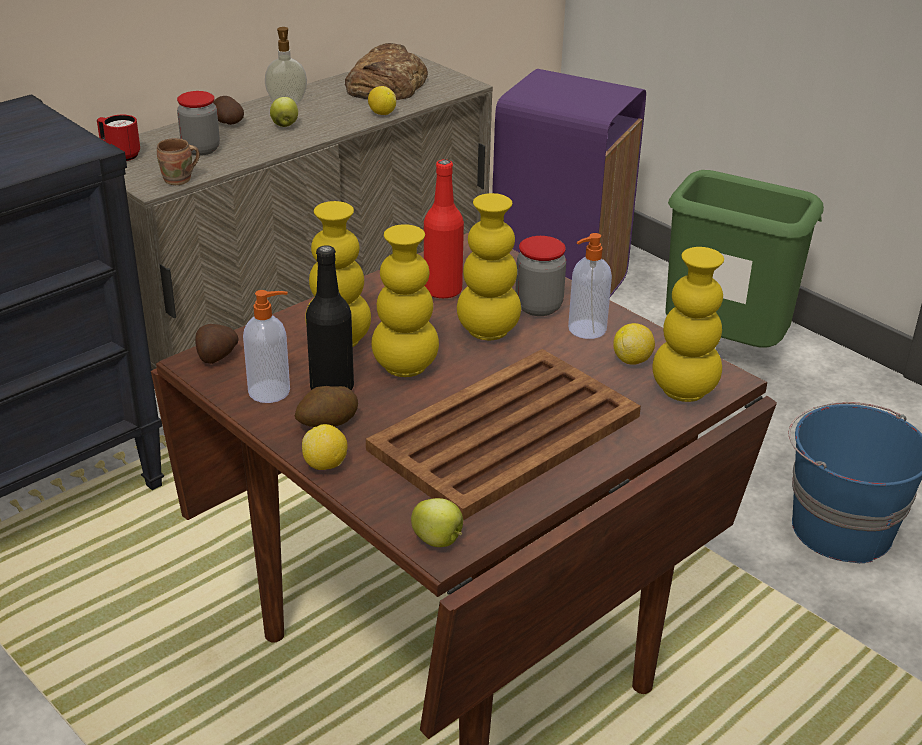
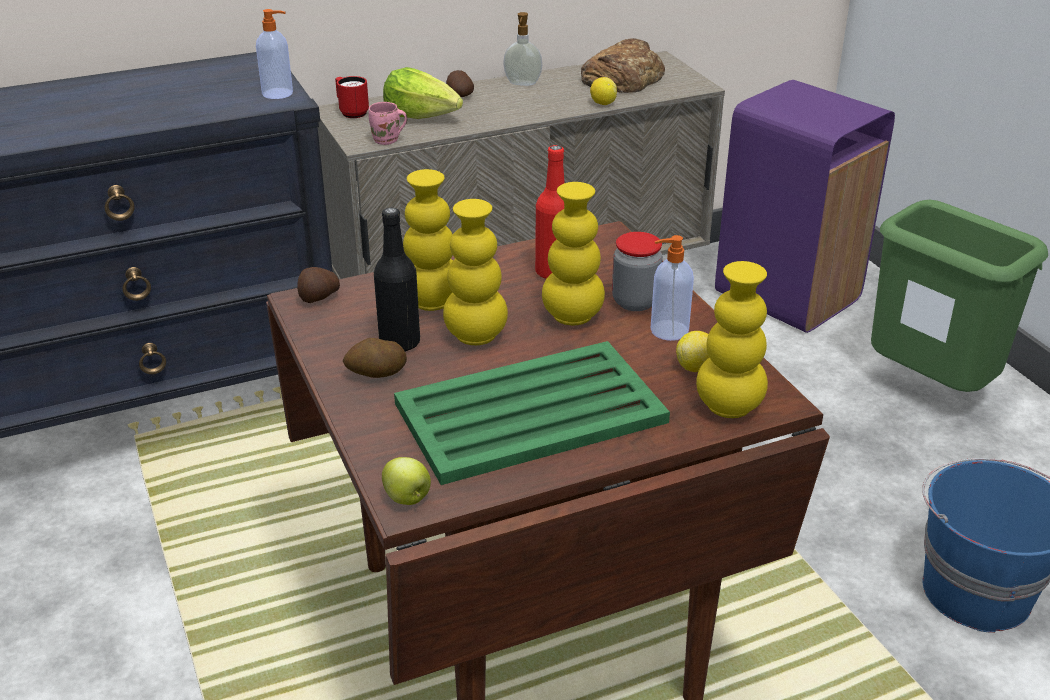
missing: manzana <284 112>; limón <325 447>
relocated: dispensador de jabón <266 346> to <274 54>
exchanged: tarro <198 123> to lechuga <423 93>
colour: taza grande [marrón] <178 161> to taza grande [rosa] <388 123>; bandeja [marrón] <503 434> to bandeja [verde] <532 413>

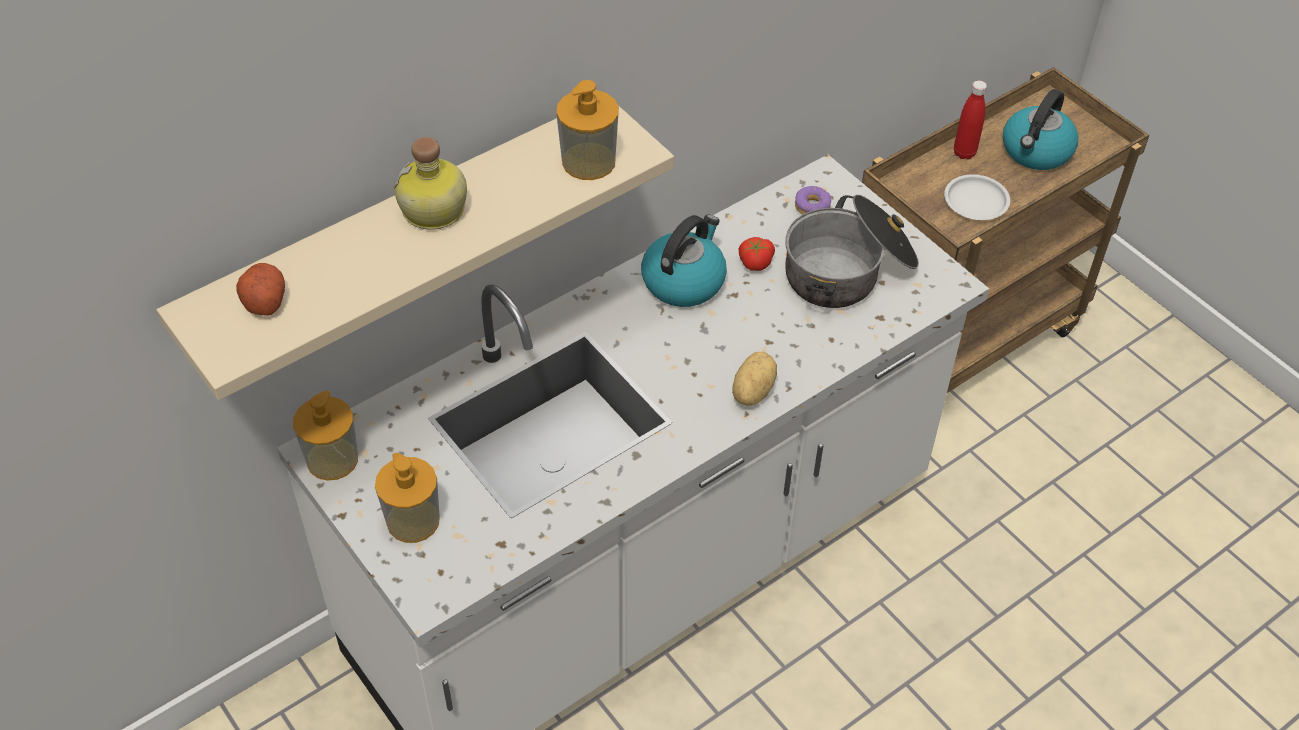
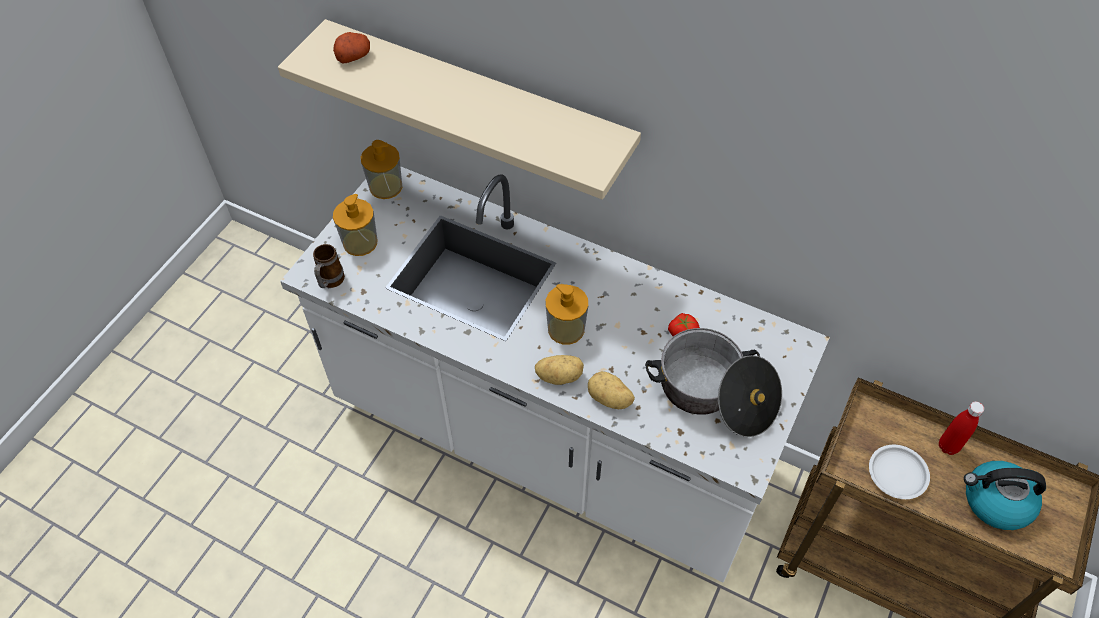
missing: botella <430 183>; hervidor <684 261>; rosquilla <813 200>
appeared: taza grande <329 266>; patata <611 390>
relocated: dispensador de jabón <587 130> to <566 314>

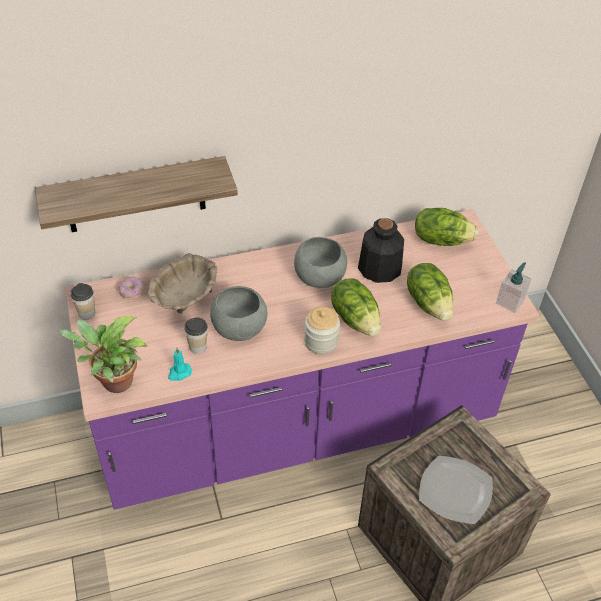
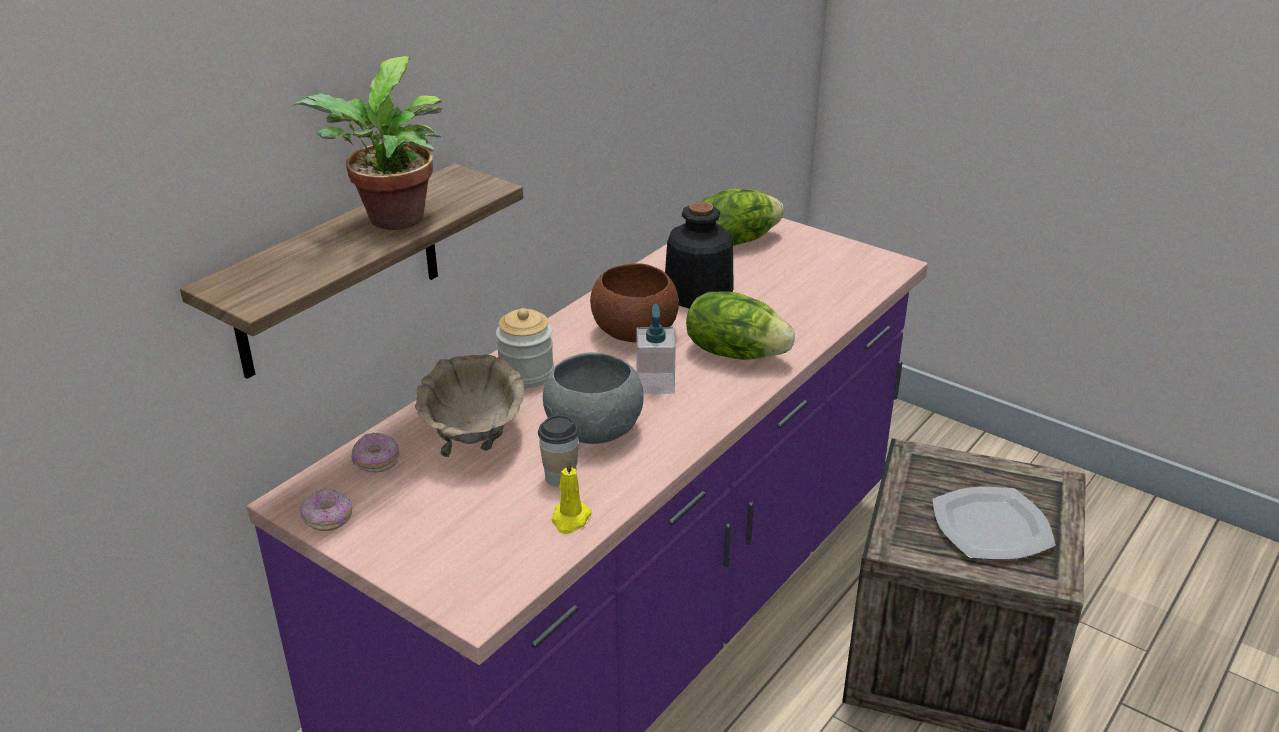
missing: lechuga <430 292>
relocated: planta en maceta <103 354> to <367 143>; tarro <322 330> to <525 348>; dispensador de jabón <513 287> to <656 349>
exchanged: taza <83 301> to rosquilla <326 510>
colour: vela [turquesa] <180 364> to vela [amarillo] <572 496>; cuenco [gris] <320 262> to cuenco [marrón] <634 302>

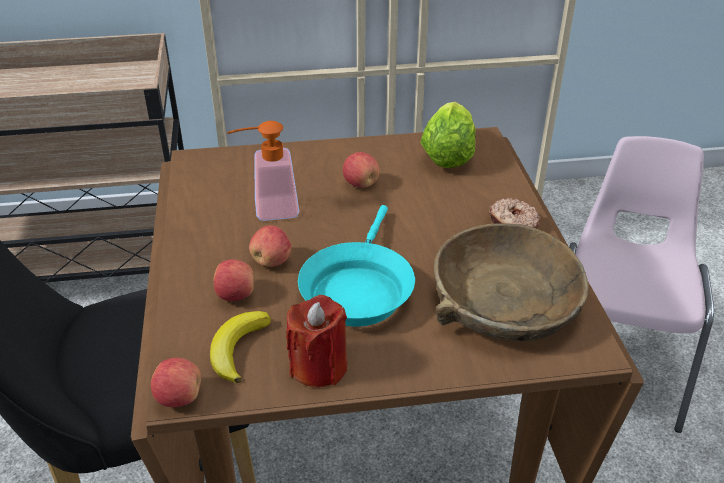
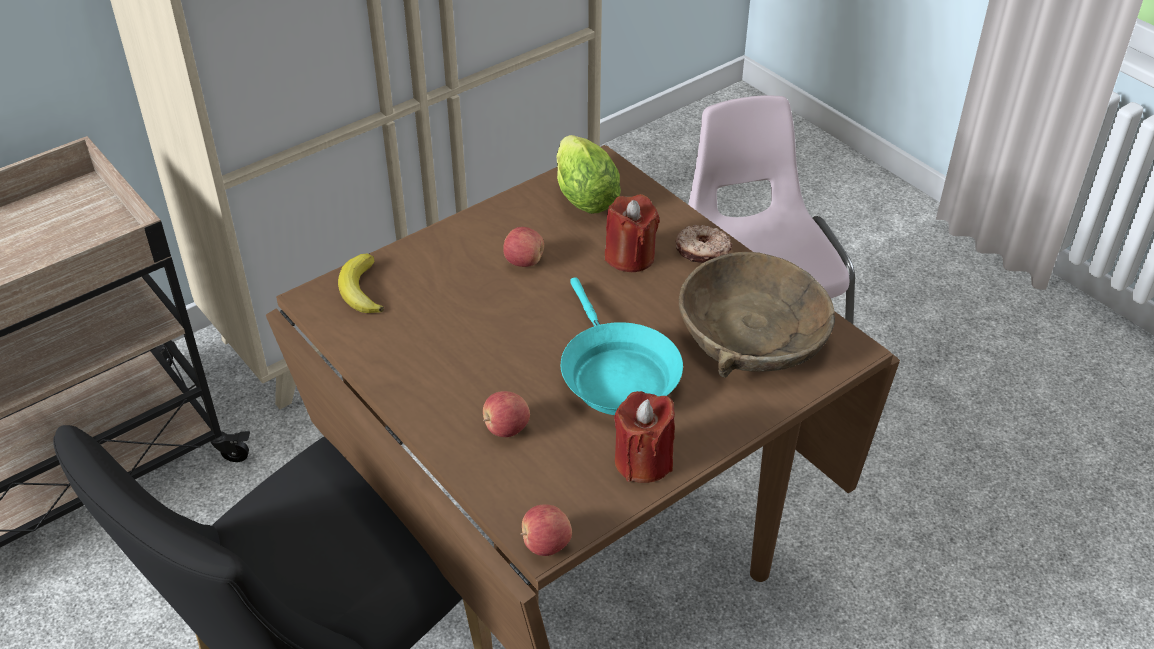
missing: dispensador de jabón <263 171>; manzana <270 246>
appeared: vela [rojo] <632 233>
relocated: plátano <240 347> to <361 283>

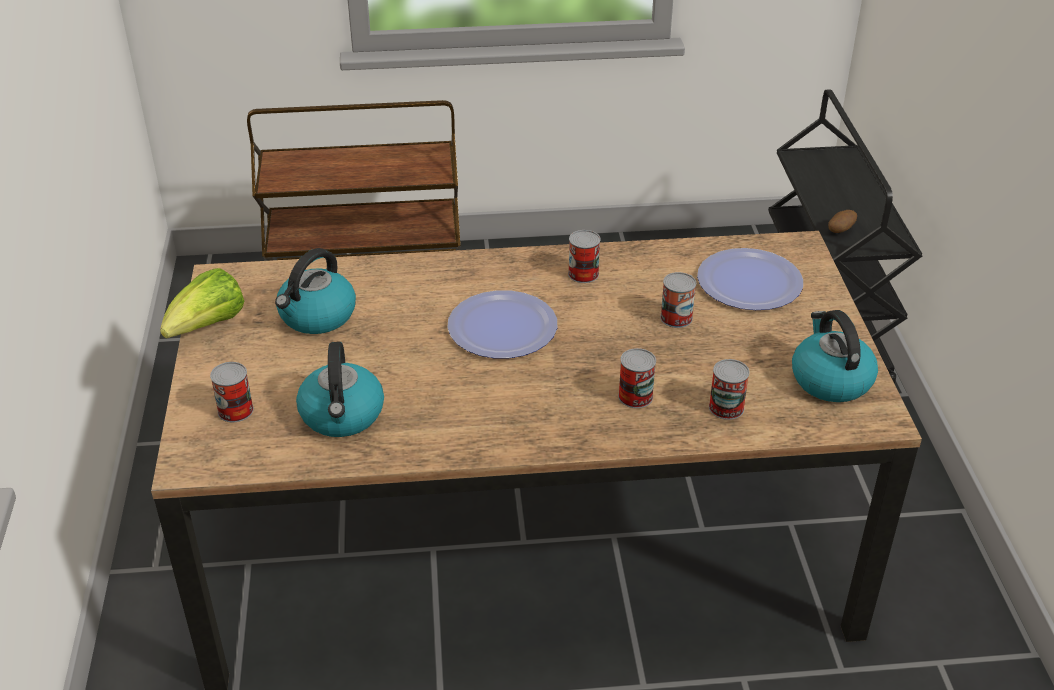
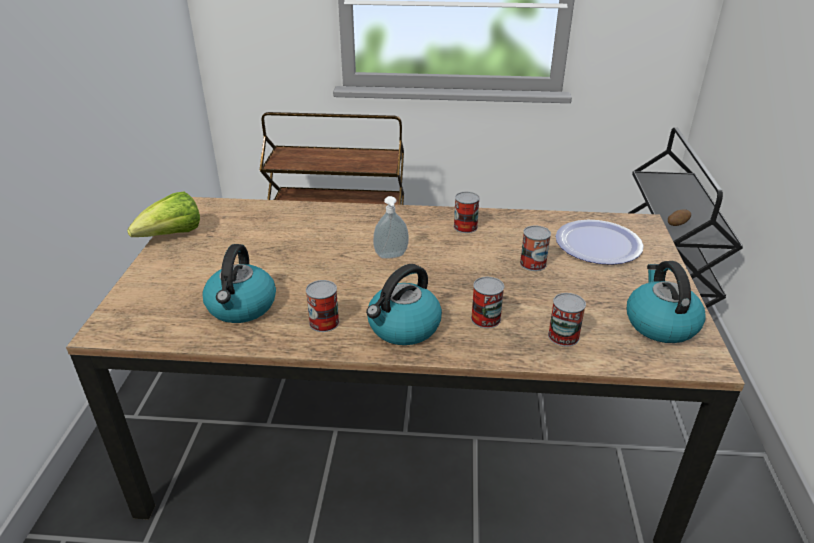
relocated: lata <232 392> to <322 306>; hervidor <315 291> to <404 304>
exchanged: plato <502 324> to dispensador de jabón <391 227>

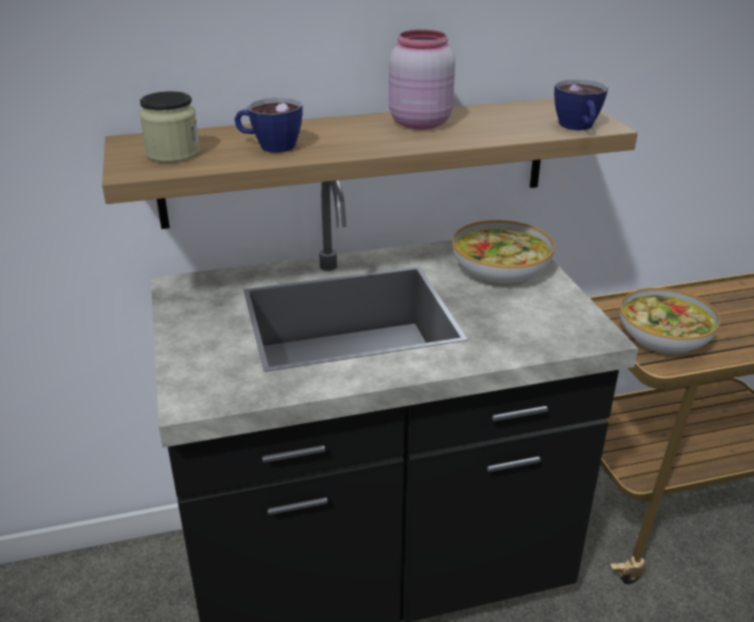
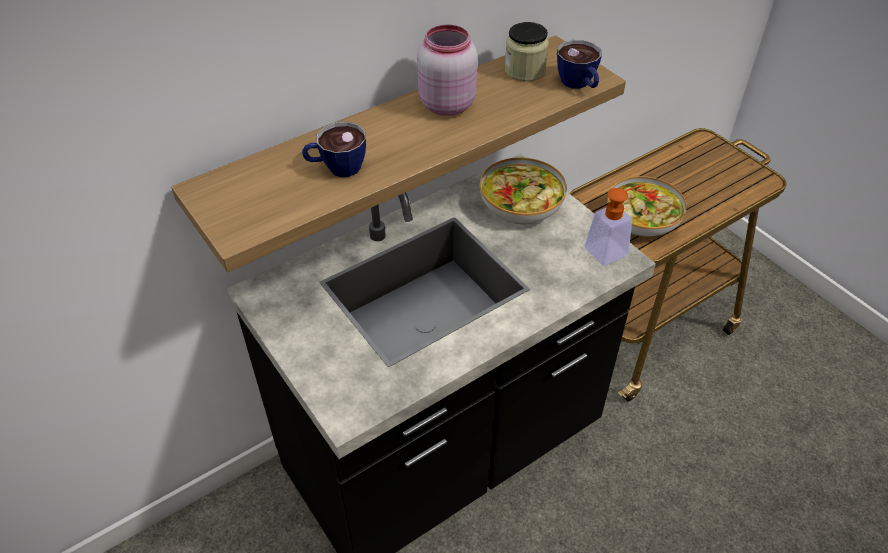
appeared: dispensador de jabón <615 224>
relocated: tarro <170 127> to <527 51>

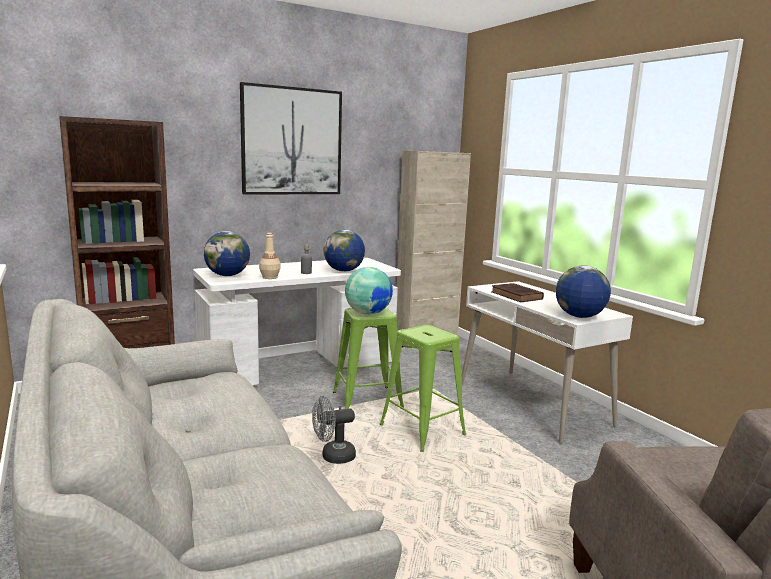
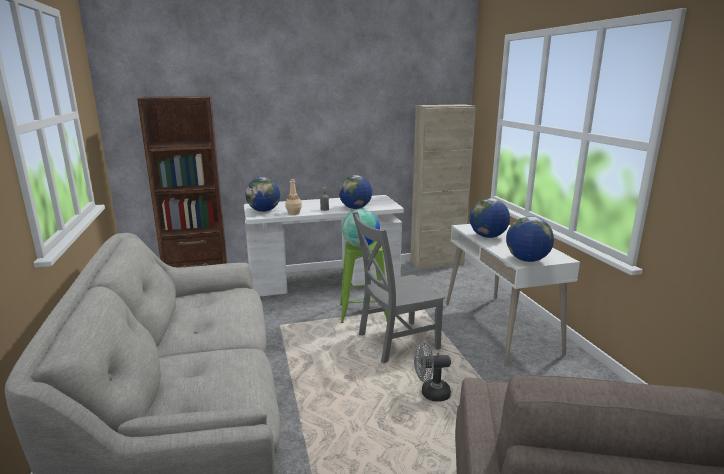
missing: cuadro <291 138>
relocated: ventilador [gris] <334 430> to <432 372>
exchanged: taburete [verde] <422 388> to silla [gris] <398 288>; libro [marrón] <517 292> to globo terráqueo <489 218>

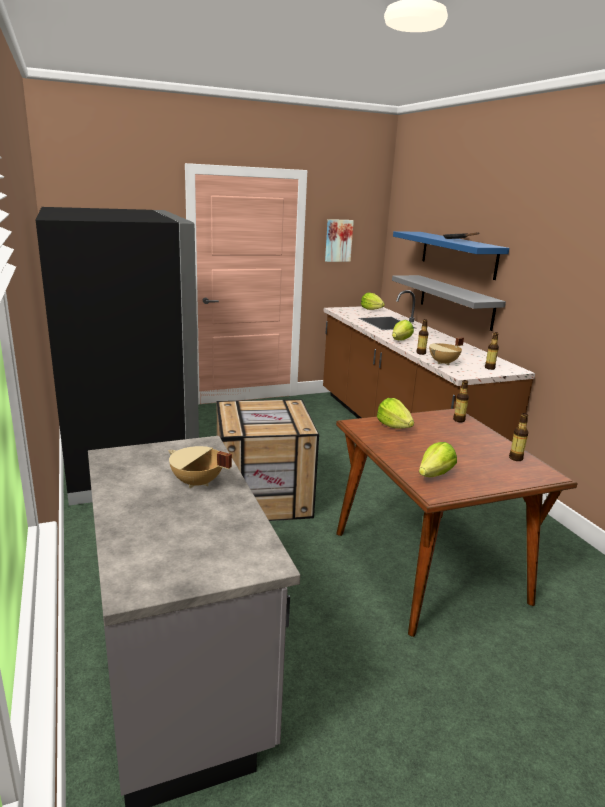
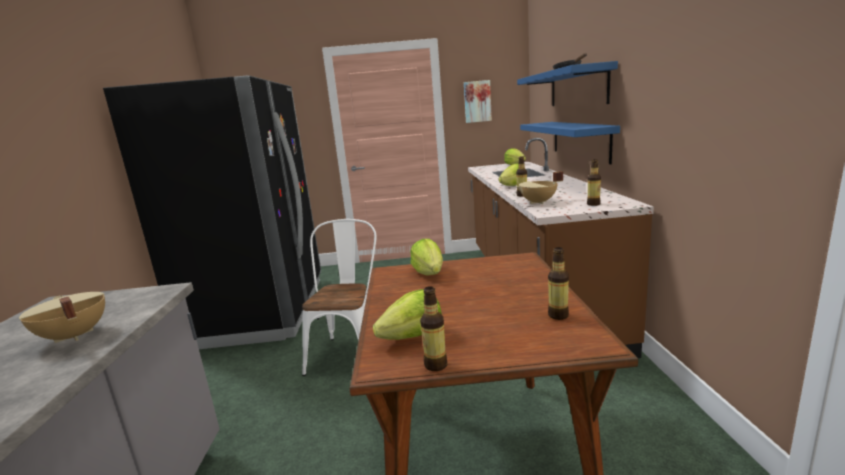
relocated: botella <461 401> to <433 328>
exchanged: caja de embalaje <268 460> to silla [blanco] <339 297>
colour: estante [gris] <449 303> to estante [azul] <570 143>

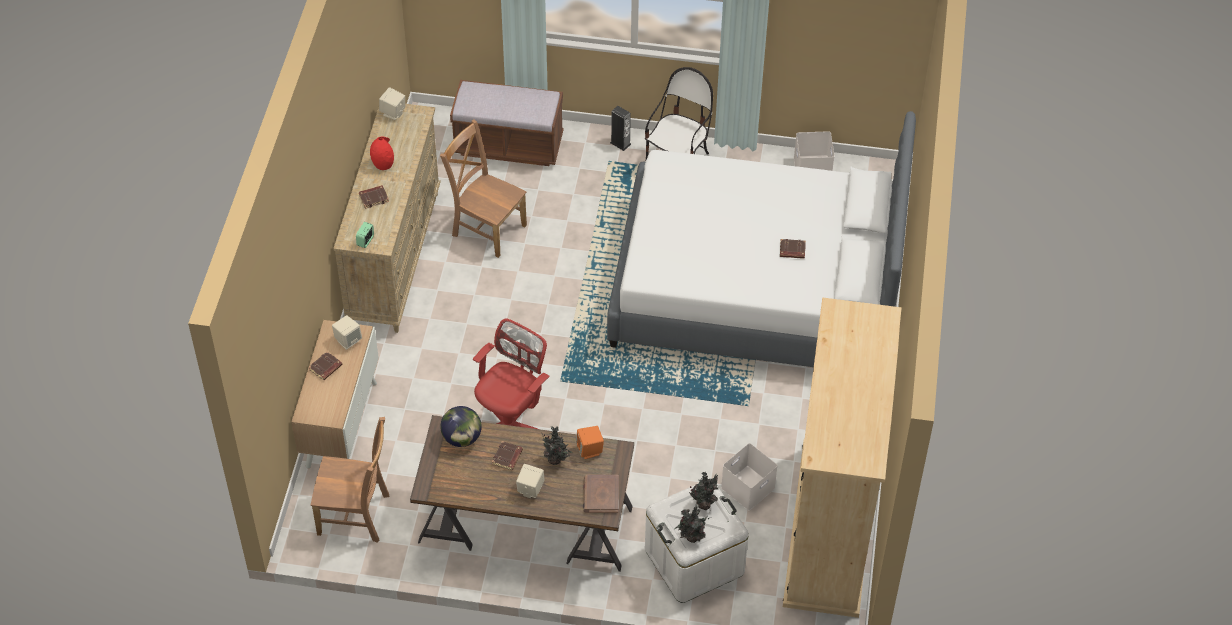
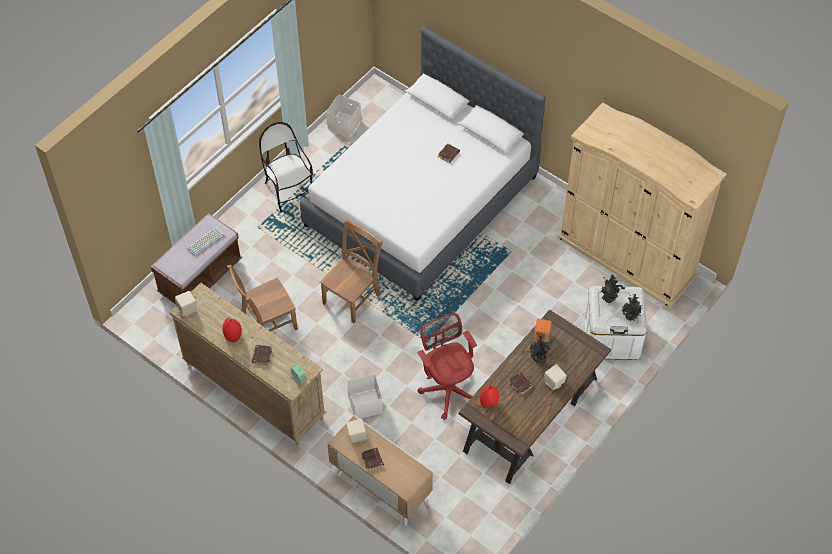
missing: libro [marrón] <601 494>; altavoz <620 128>
appeared: teclado <206 242>
relocated: silla [marrón] <350 480> to <351 271>; caja de almacenaje [blanco] <749 477> to <365 396>
exchanged: globo terráqueo <461 426> to florero [rojo] <489 396>

